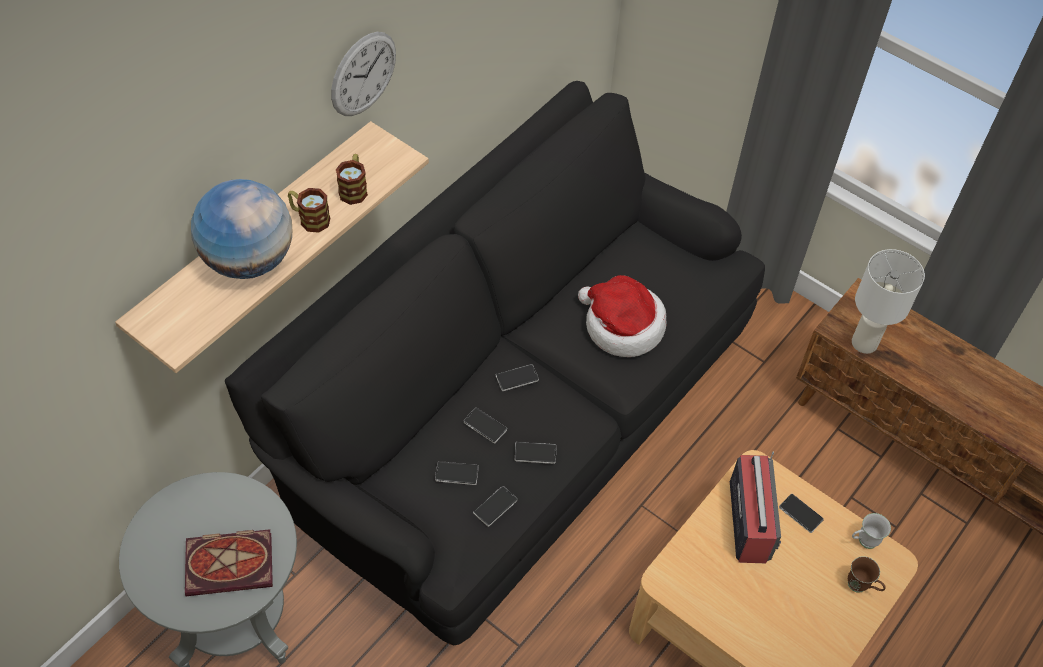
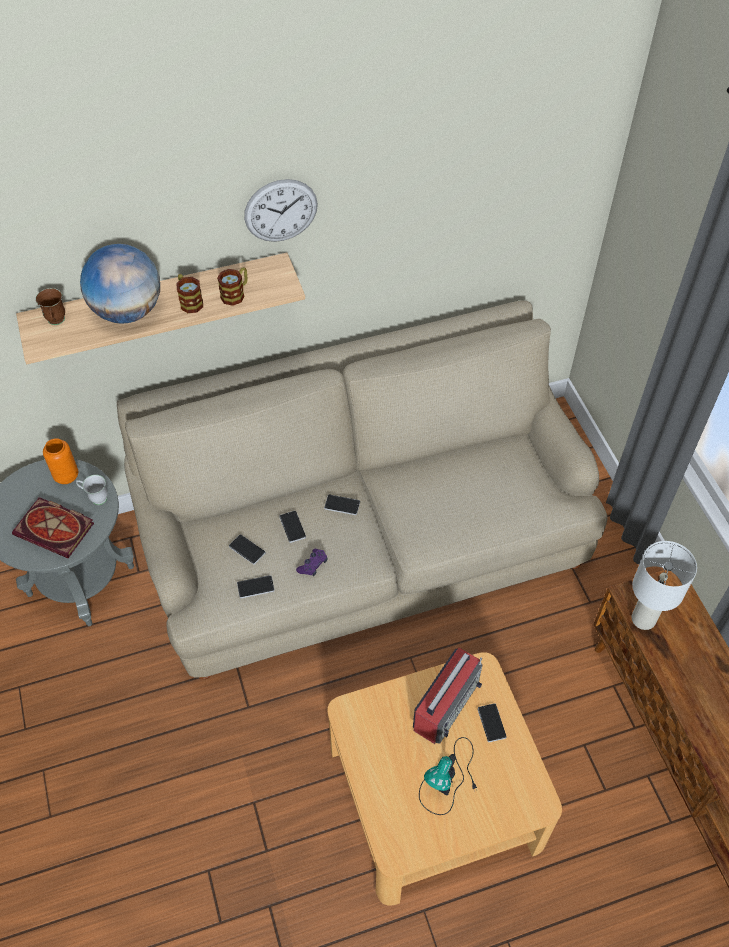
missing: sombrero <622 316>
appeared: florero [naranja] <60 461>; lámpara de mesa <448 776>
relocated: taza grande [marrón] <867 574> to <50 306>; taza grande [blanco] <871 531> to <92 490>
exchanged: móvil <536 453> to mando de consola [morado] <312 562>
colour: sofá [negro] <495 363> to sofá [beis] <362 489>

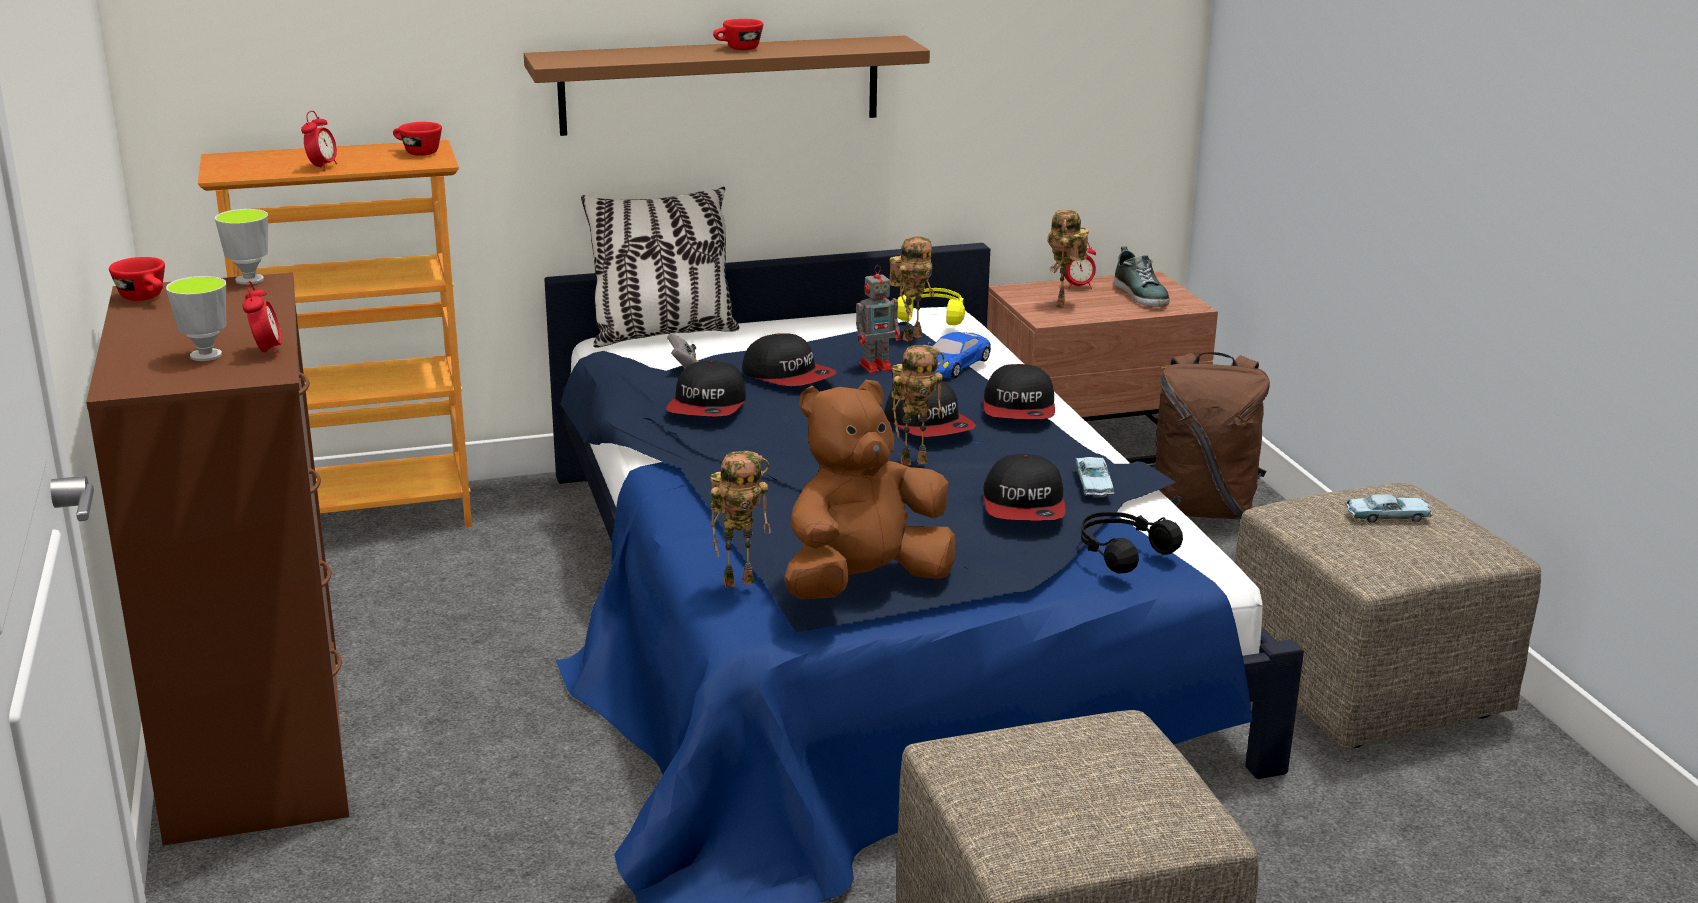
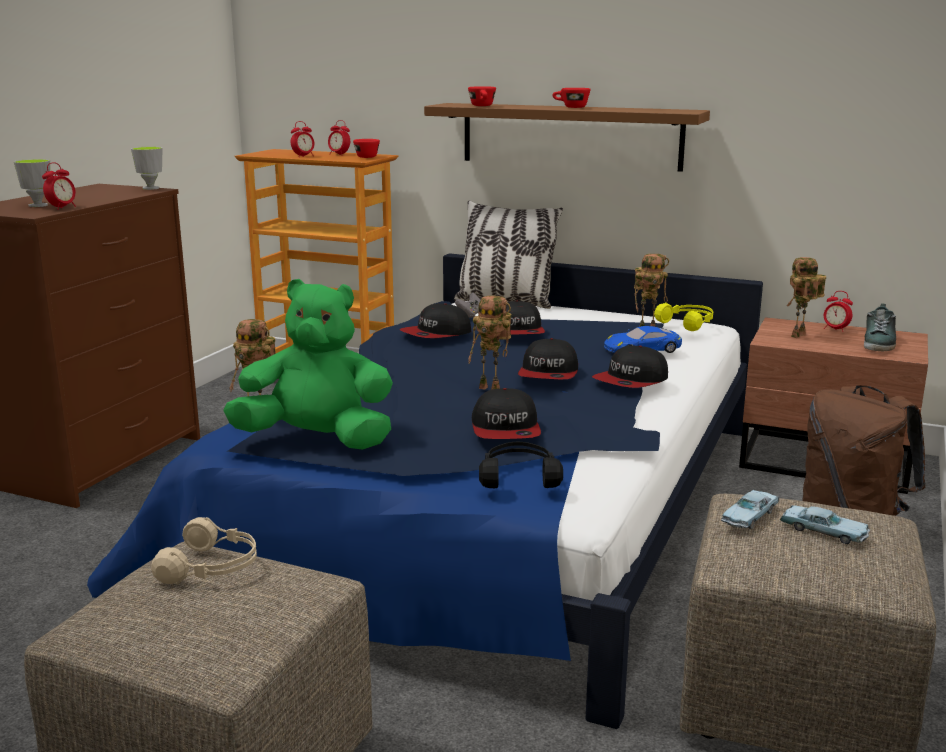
missing: robot de juguete <878 319>
appeared: auriculares [beis] <204 550>; despertador <339 138>
relocated: taza [rojo] <137 279> to <482 96>; coche de juguete [azul] <1094 477> to <750 509>
colour: peluche [marrón] <870 489> to peluche [verde] <308 364>
spun: gorra <1024 487> = <506 413> 45 degrees counterclockwise

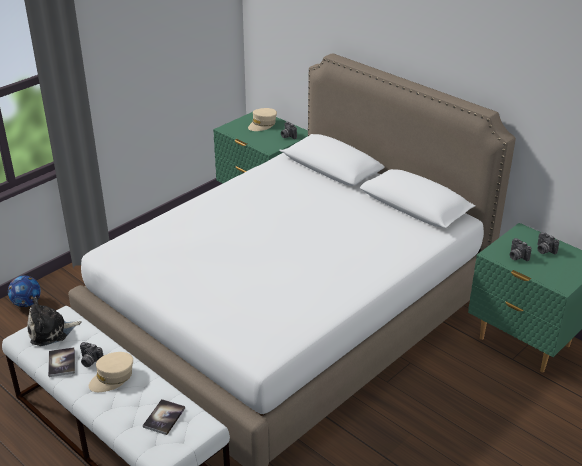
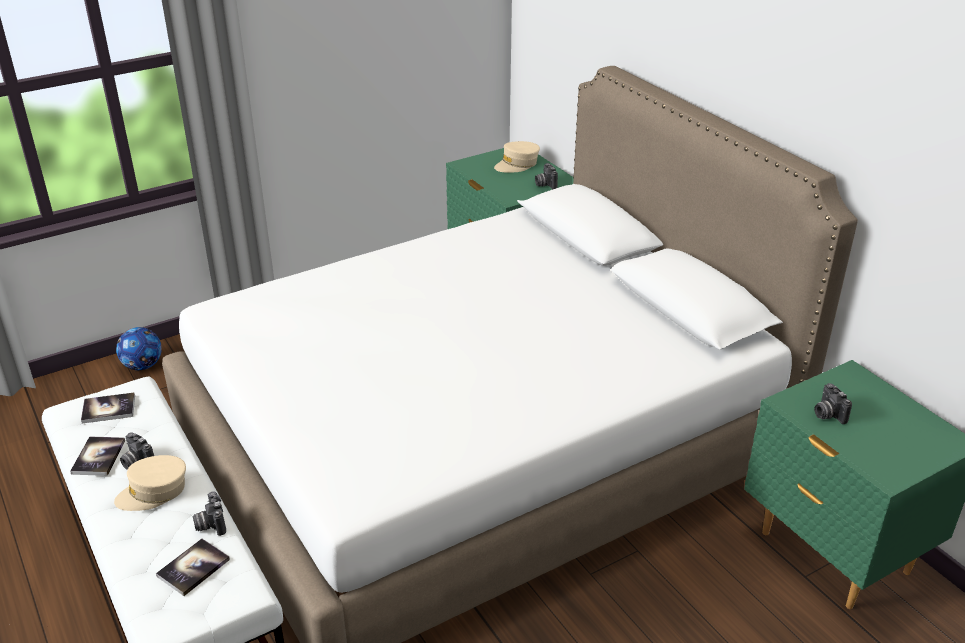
relocated: cámara <548 243> to <209 513>
exchanged: peluche <54 321> to libro <108 408>

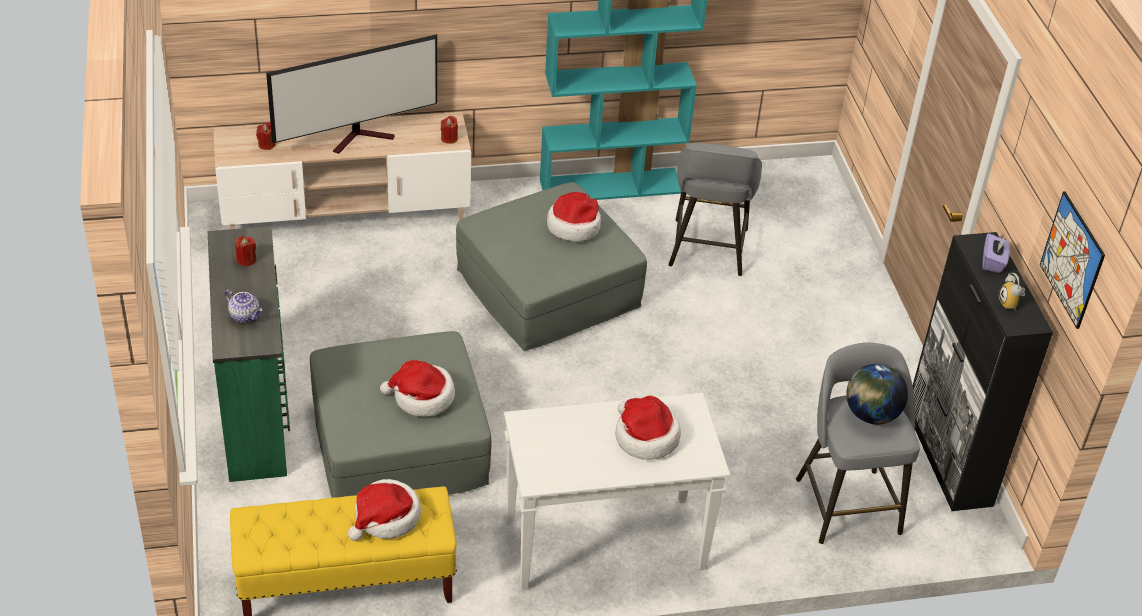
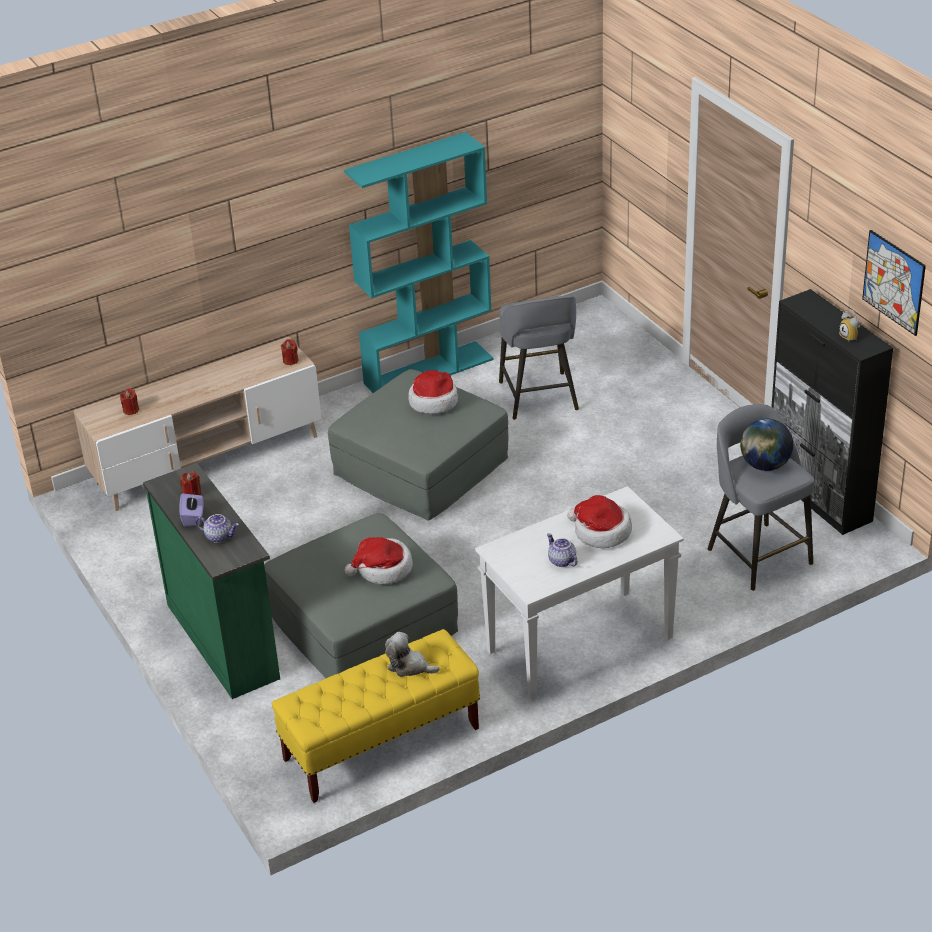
missing: televisor <351 94>
appeared: tetera <562 550>
relocated: caja de pañuelos [morado] <996 253> to <191 510>
exchanged: sombrero <384 510> to peluche <412 654>

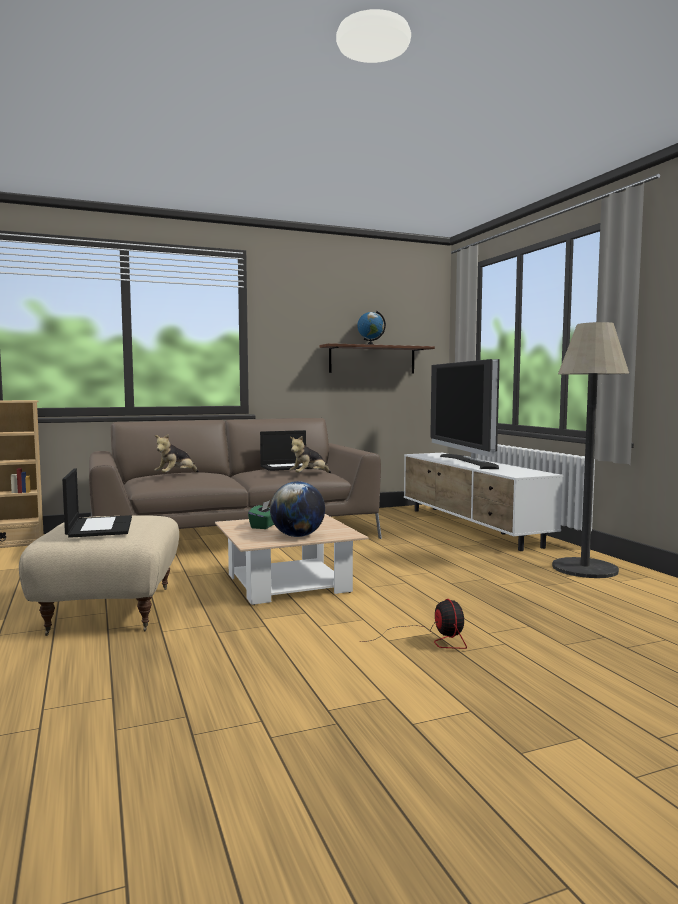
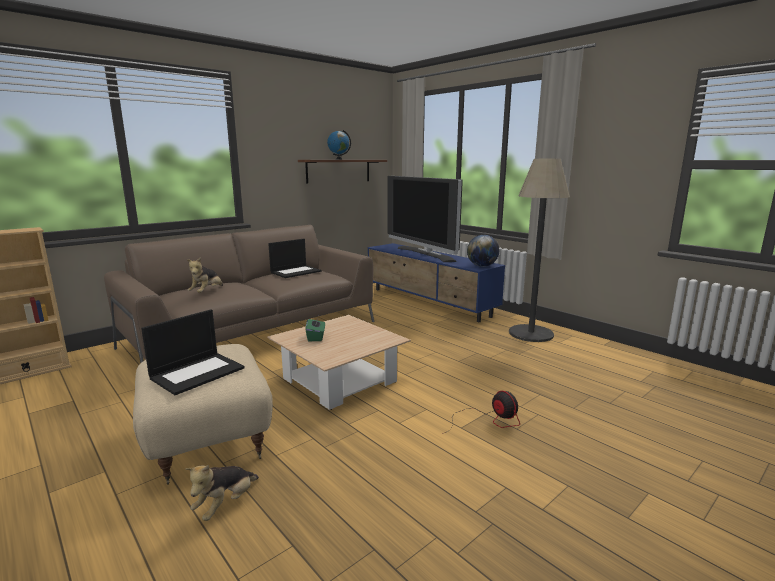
relocated: globo terráqueo <297 509> to <483 251>; peluche <310 454> to <222 493>
colour: mueble de televisión [blanco] <483 502> to mueble de televisión [azul] <436 282>
spun: portátil <97 503> = <193 352> 75 degrees clockwise

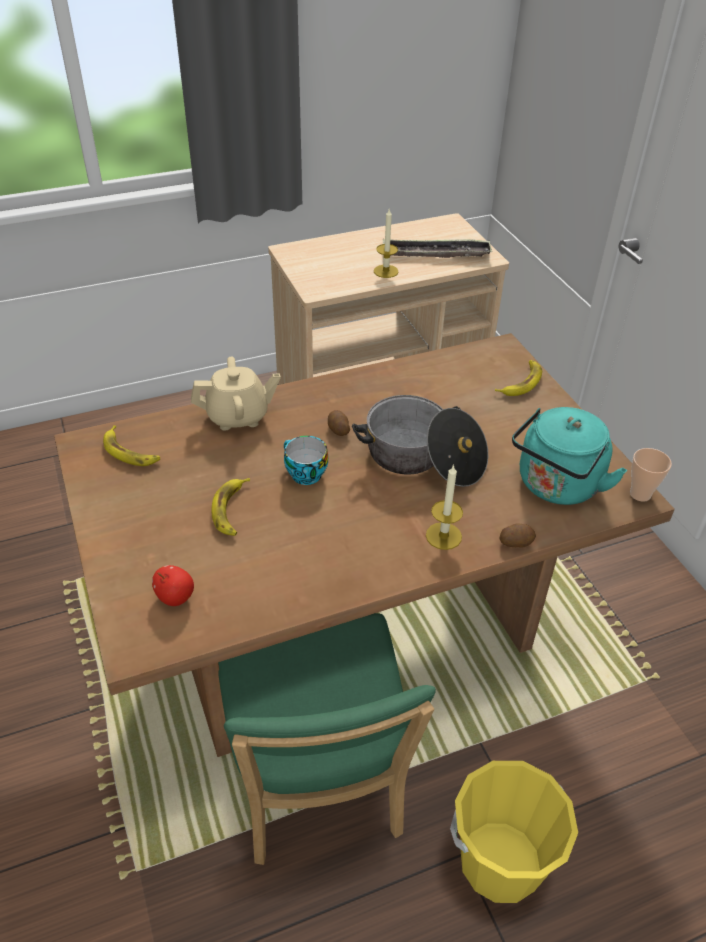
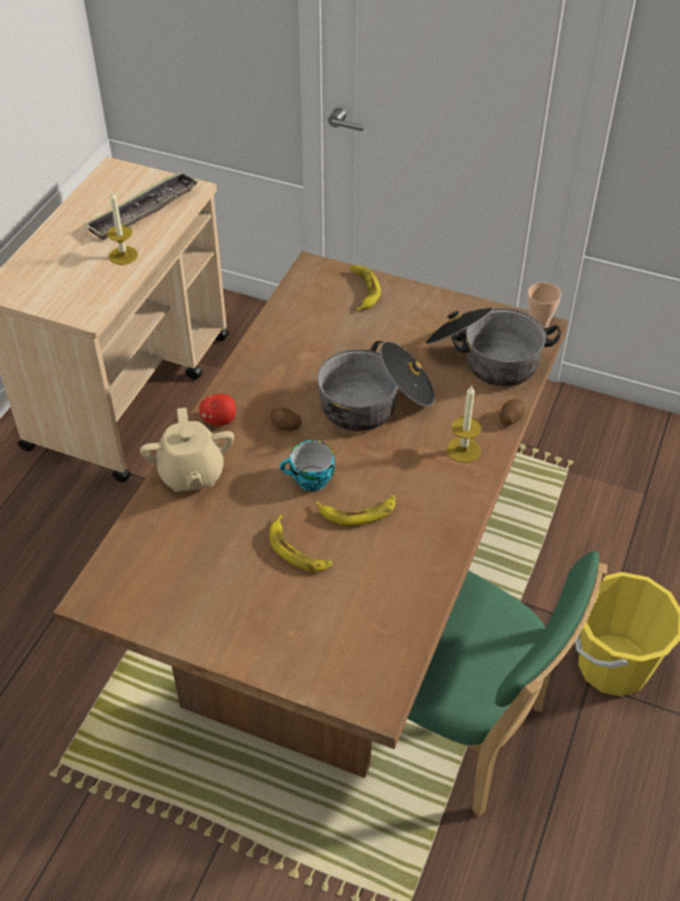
relocated: plátano <131 445> to <355 510>; manzana <173 585> to <218 410>
exchanged: hervidor [turquesa] <569 456> to olla <493 346>
spun: tetera [beis] <236 394> = <187 450> 135 degrees clockwise

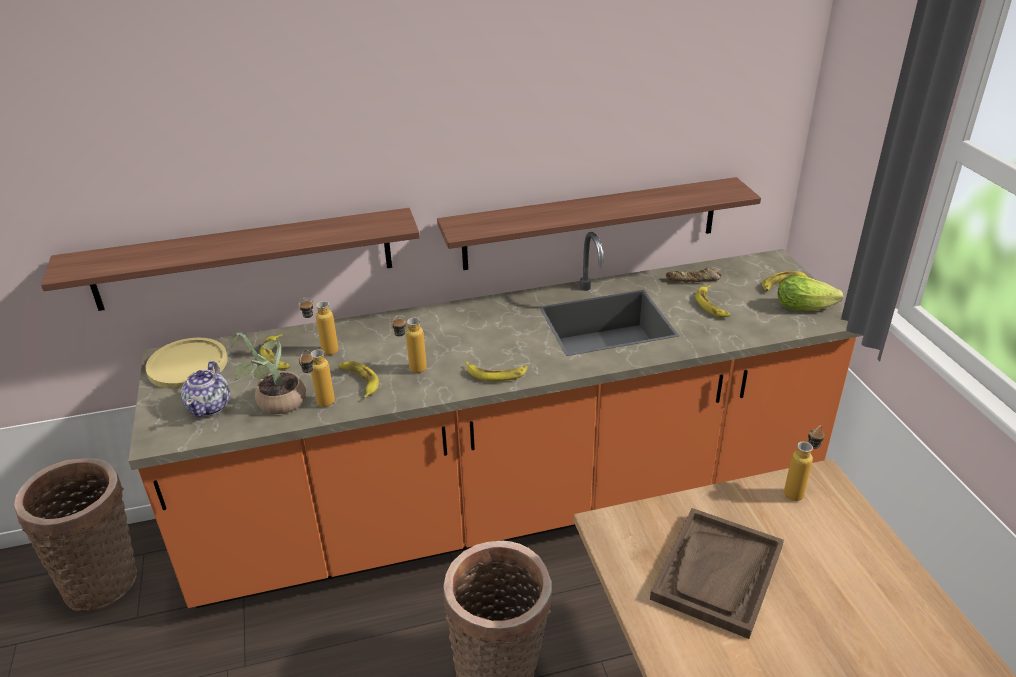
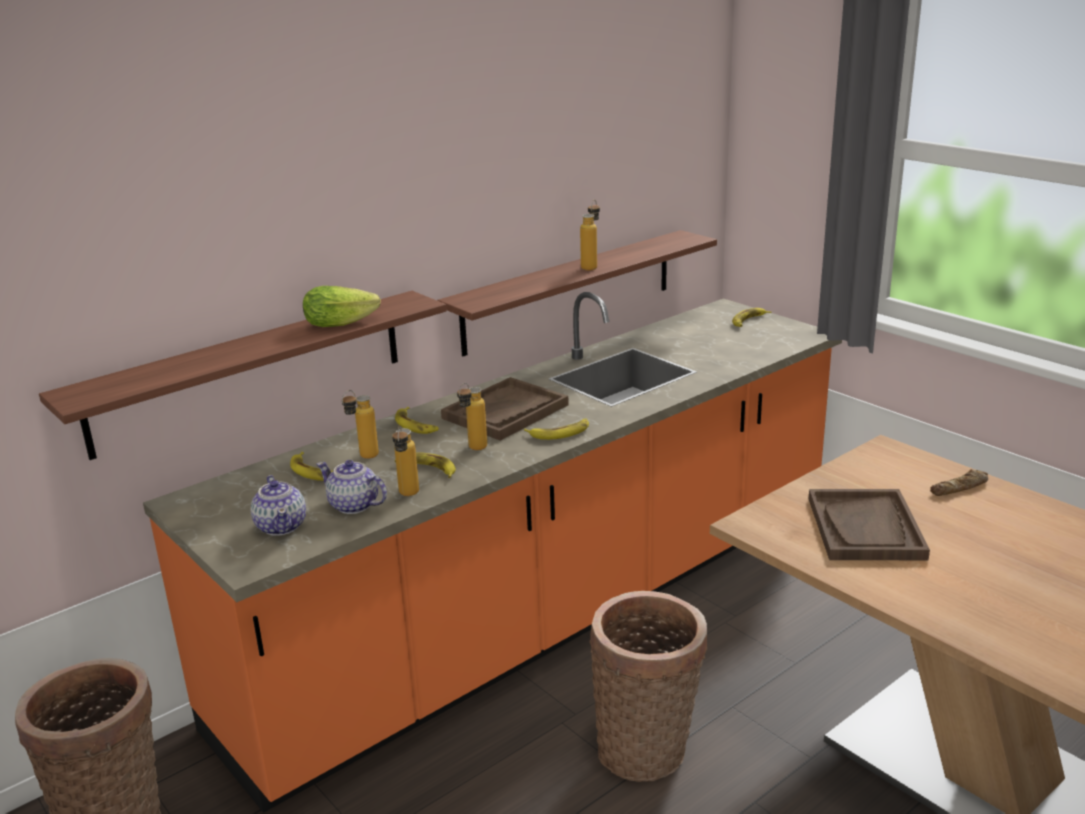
missing: plato [amarillo] <186 363>
appeared: bandeja [marrón] <505 408>
relocated: pan <694 275> to <959 482>; plátano <712 301> to <417 420>; lechuga <810 293> to <342 306>; botella <804 463> to <590 235>
exchanged: planta en maceta <268 373> to tetera <352 487>

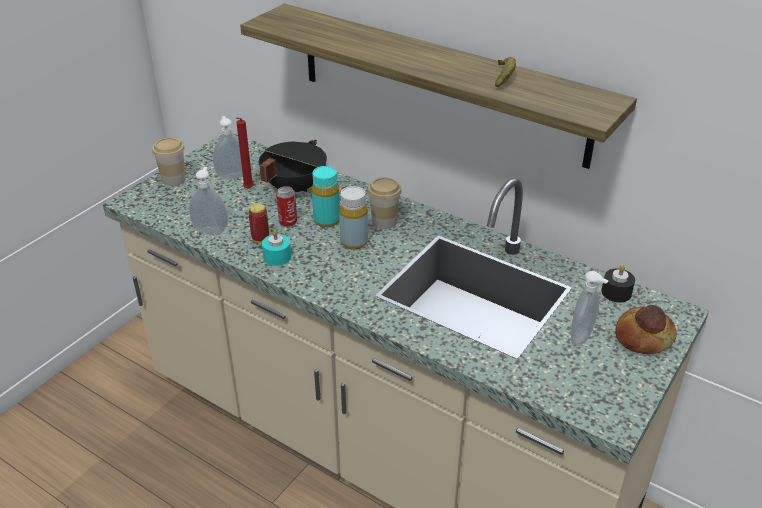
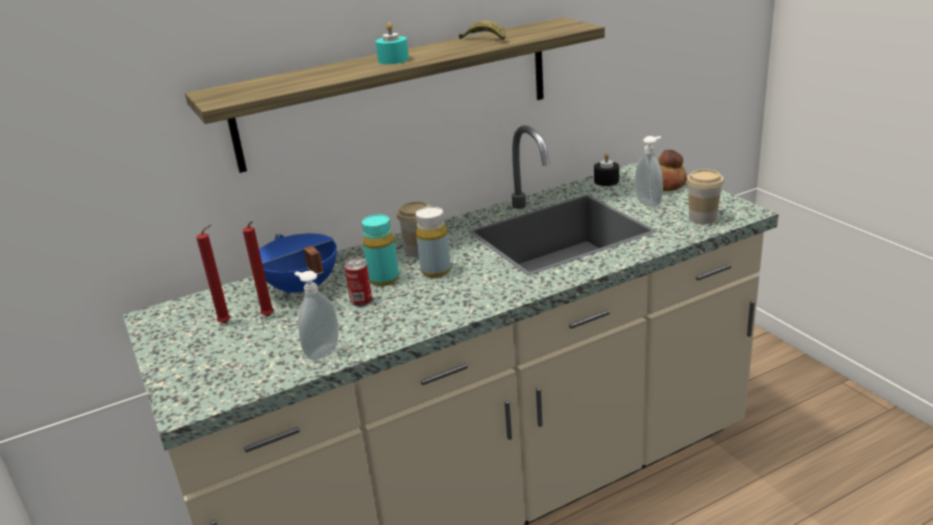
missing: lata <258 223>
relocated: taza <169 162> to <705 196>; vela [turquesa] <276 248> to <392 43>
exchanged: dispensador de jabón <228 148> to vela [rojo] <213 274>
colour: olla [negro] <293 166> to olla [azul] <298 264>

